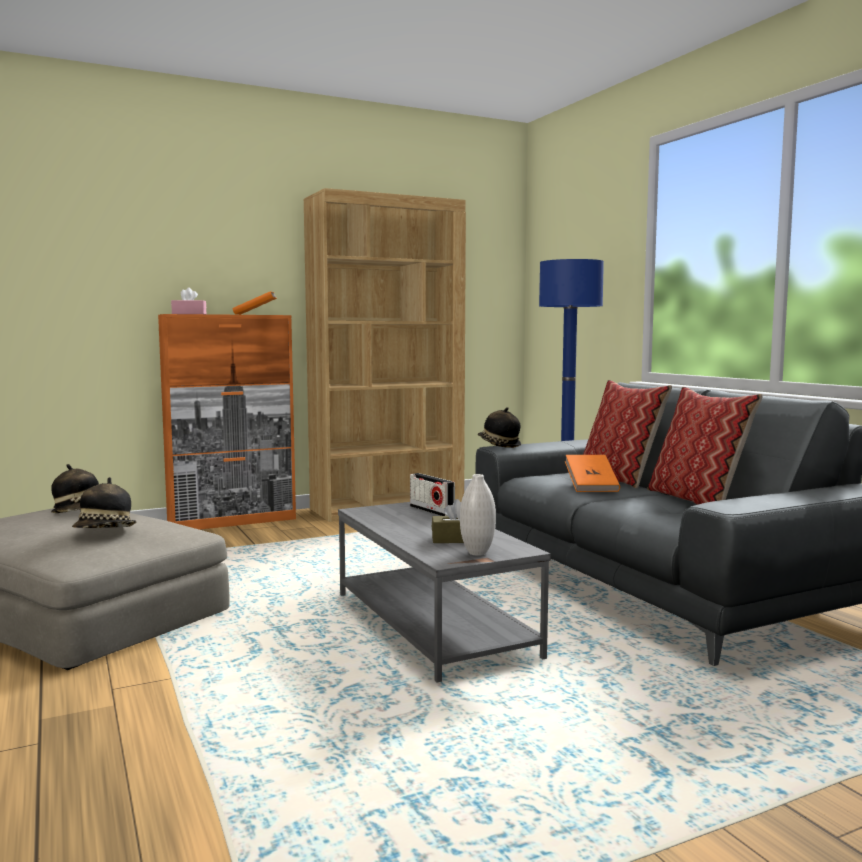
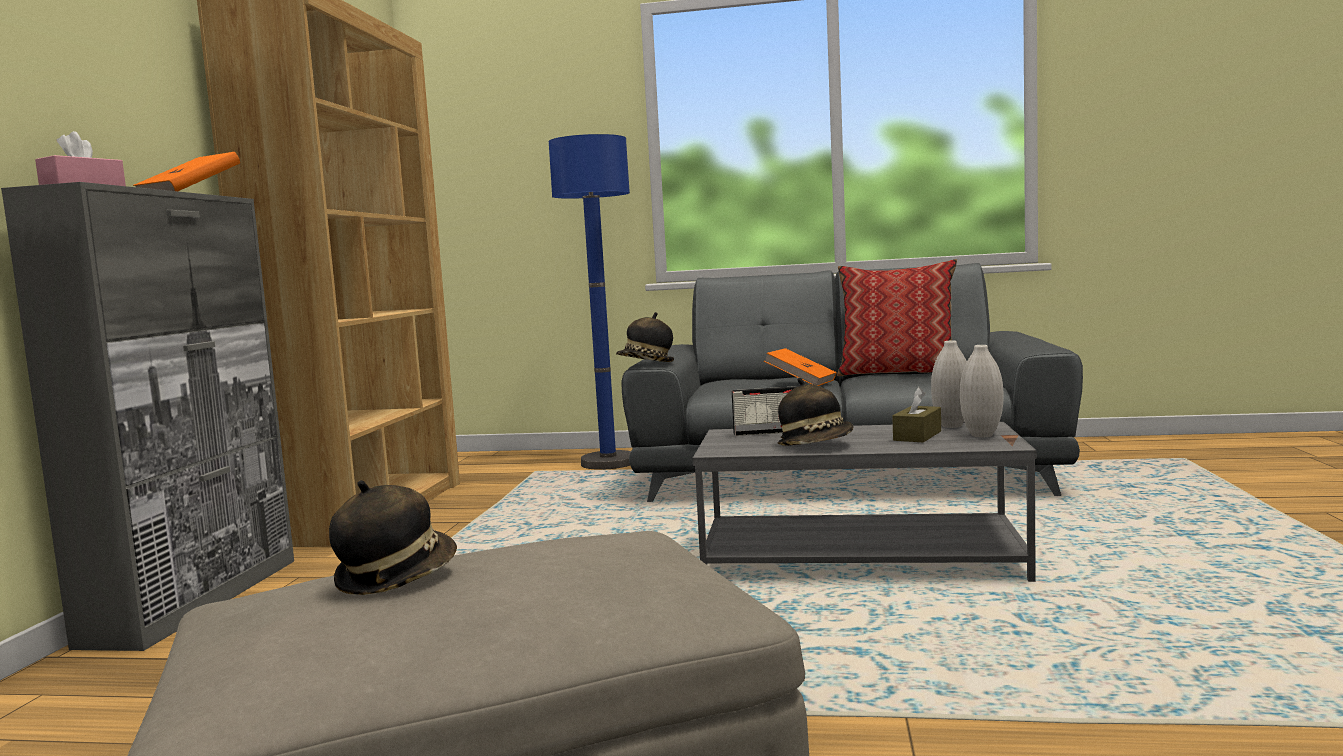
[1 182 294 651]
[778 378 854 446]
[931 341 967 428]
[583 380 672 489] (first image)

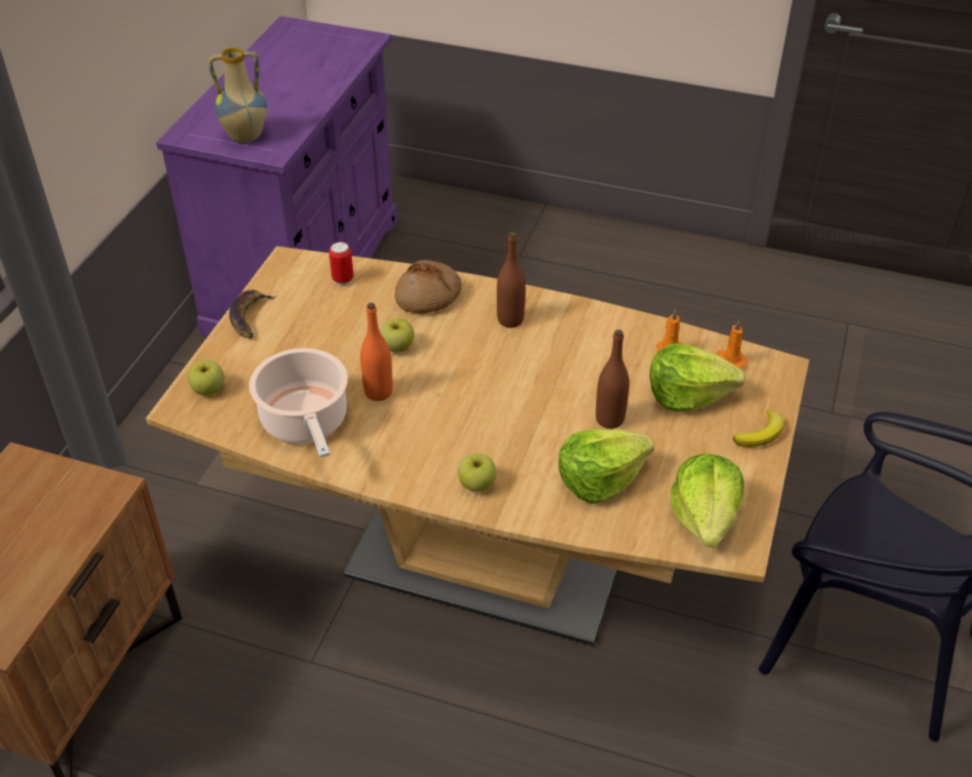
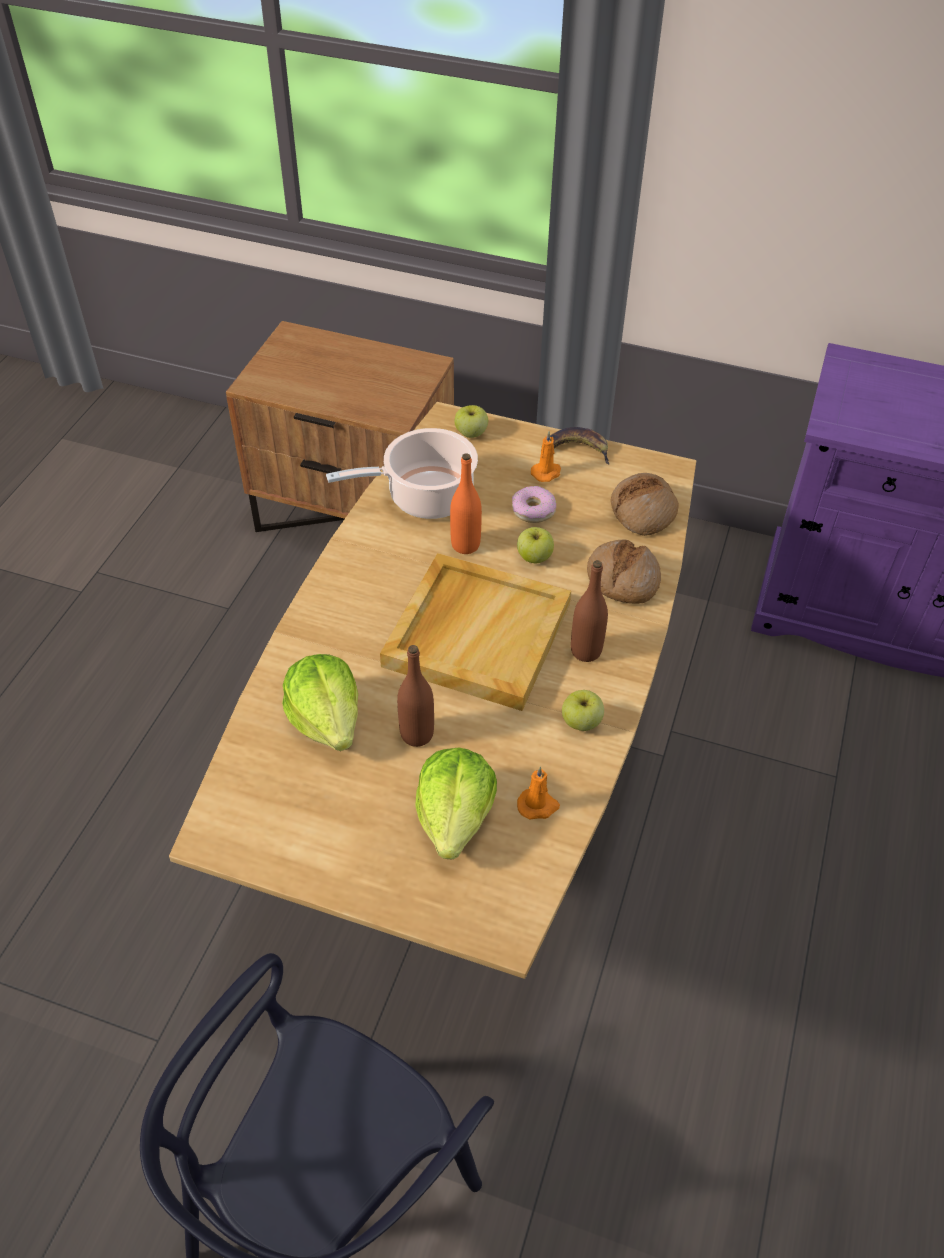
[380 553 571 711]
[512 486 556 523]
[531 431 561 482]
[562 690 604 731]
[611 473 679 536]
[208 48 267 143] (first image)
[670 454 744 547] (first image)
[733 410 784 447] (first image)

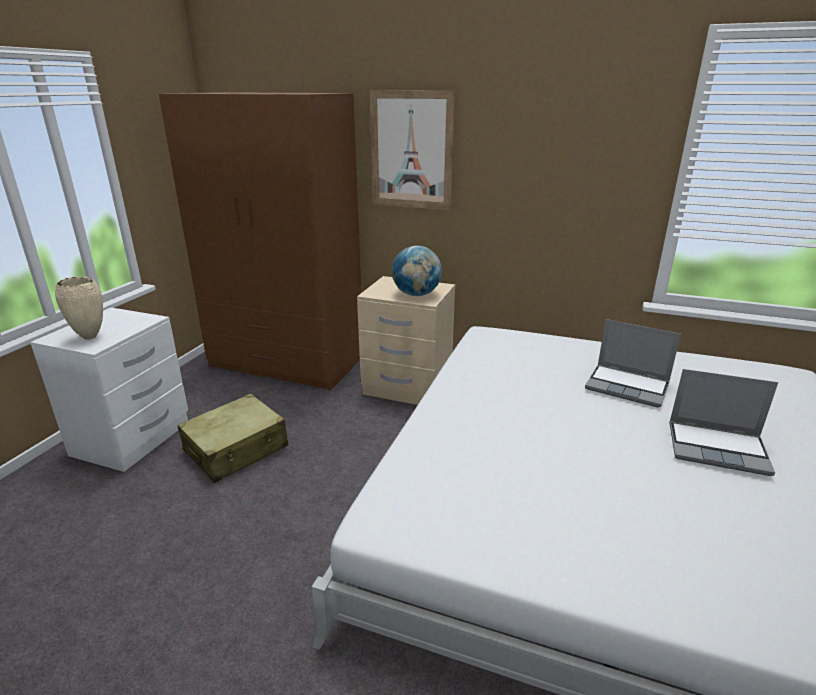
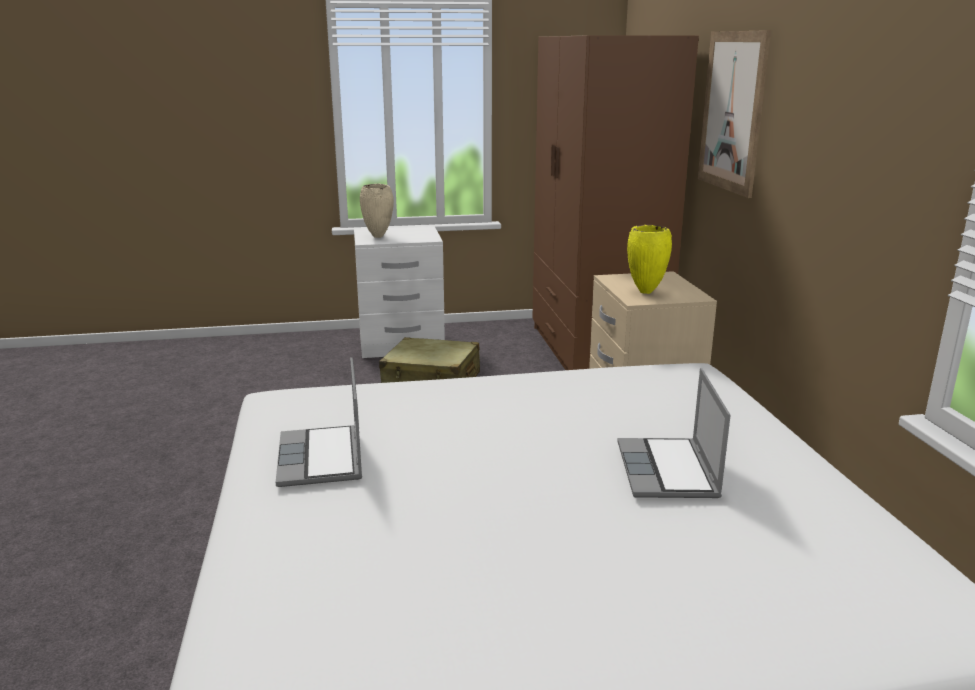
[276 357 362 487]
[627 225 672 294]

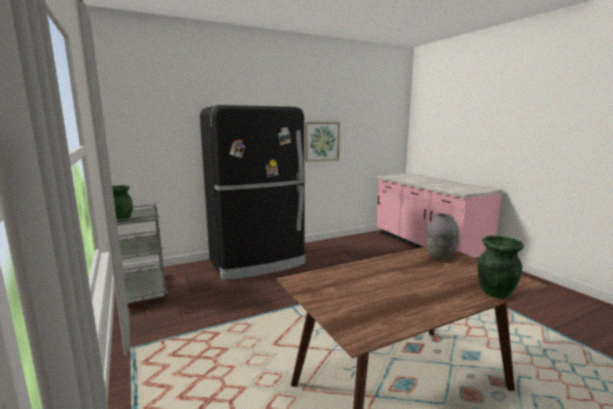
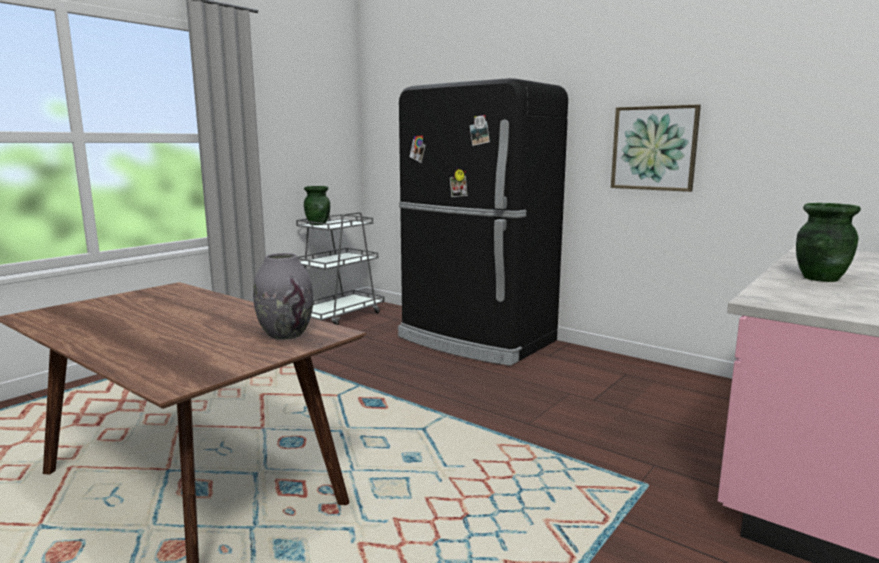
[796 203 861 282]

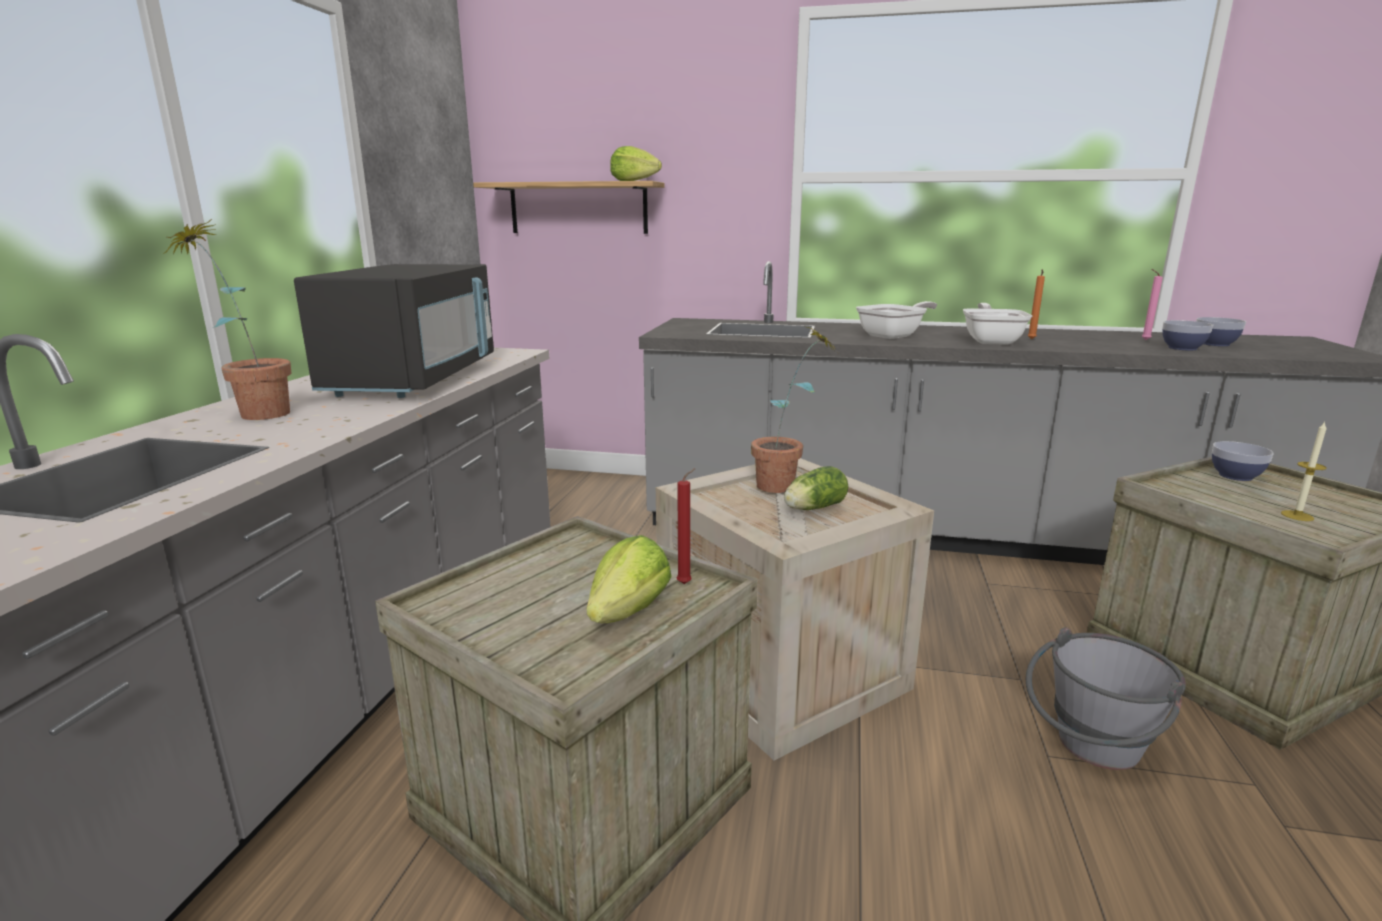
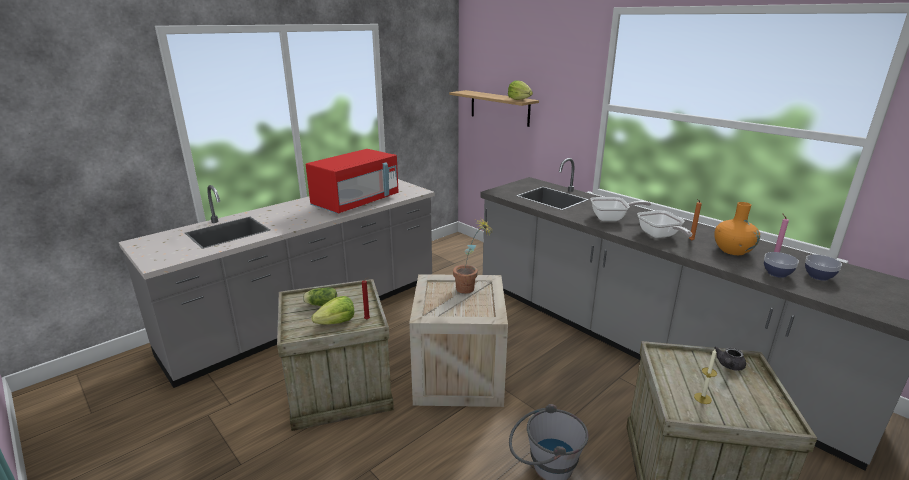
[303 287 337 306]
[306 149 399 213]
[637 210 692 238]
[714 202 760 255]
[714 347 746 371]
[163 219 291 420] (first image)

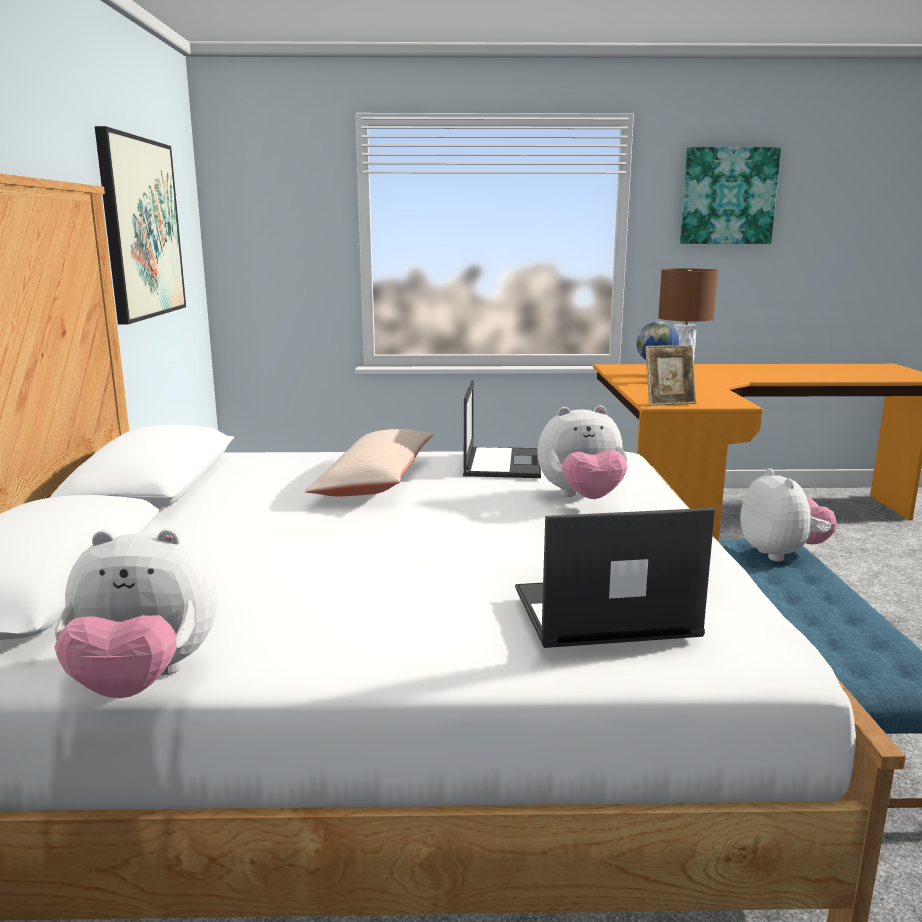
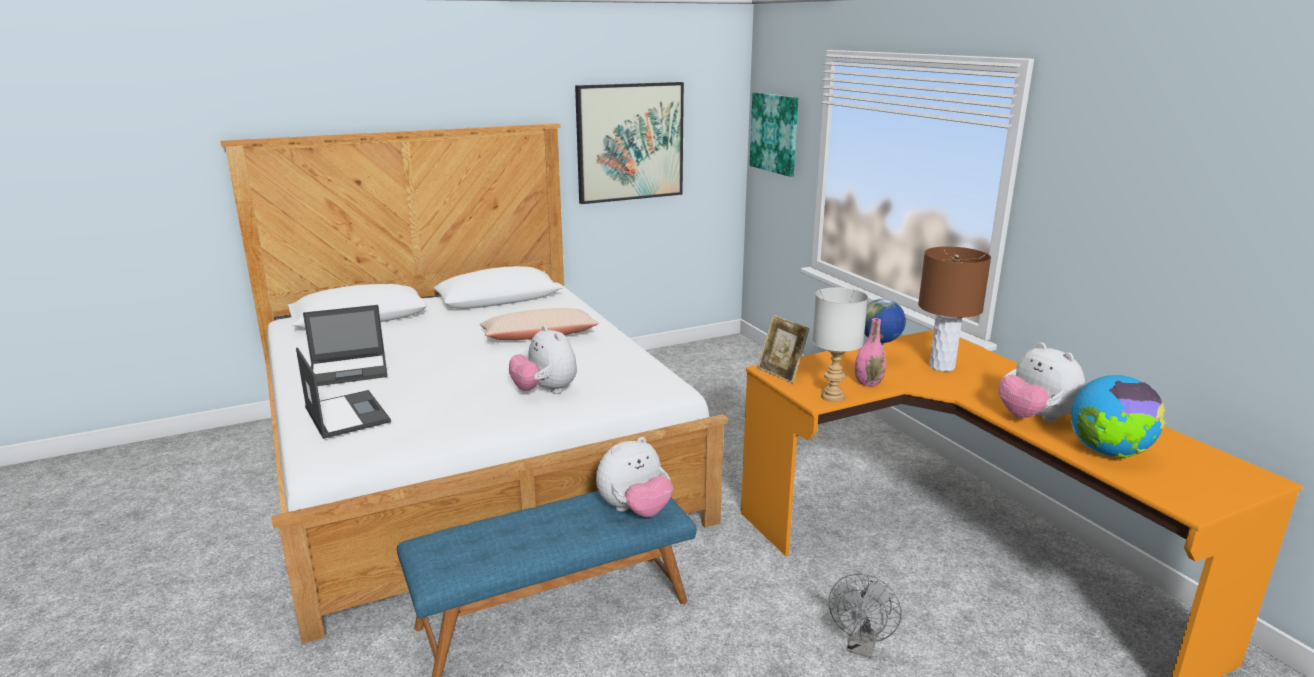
[303 305 388 386]
[749 92 798 177]
[812 287 868 402]
[829 574 902 658]
[855 318 886 387]
[998 342 1085 422]
[1071 375 1165 458]

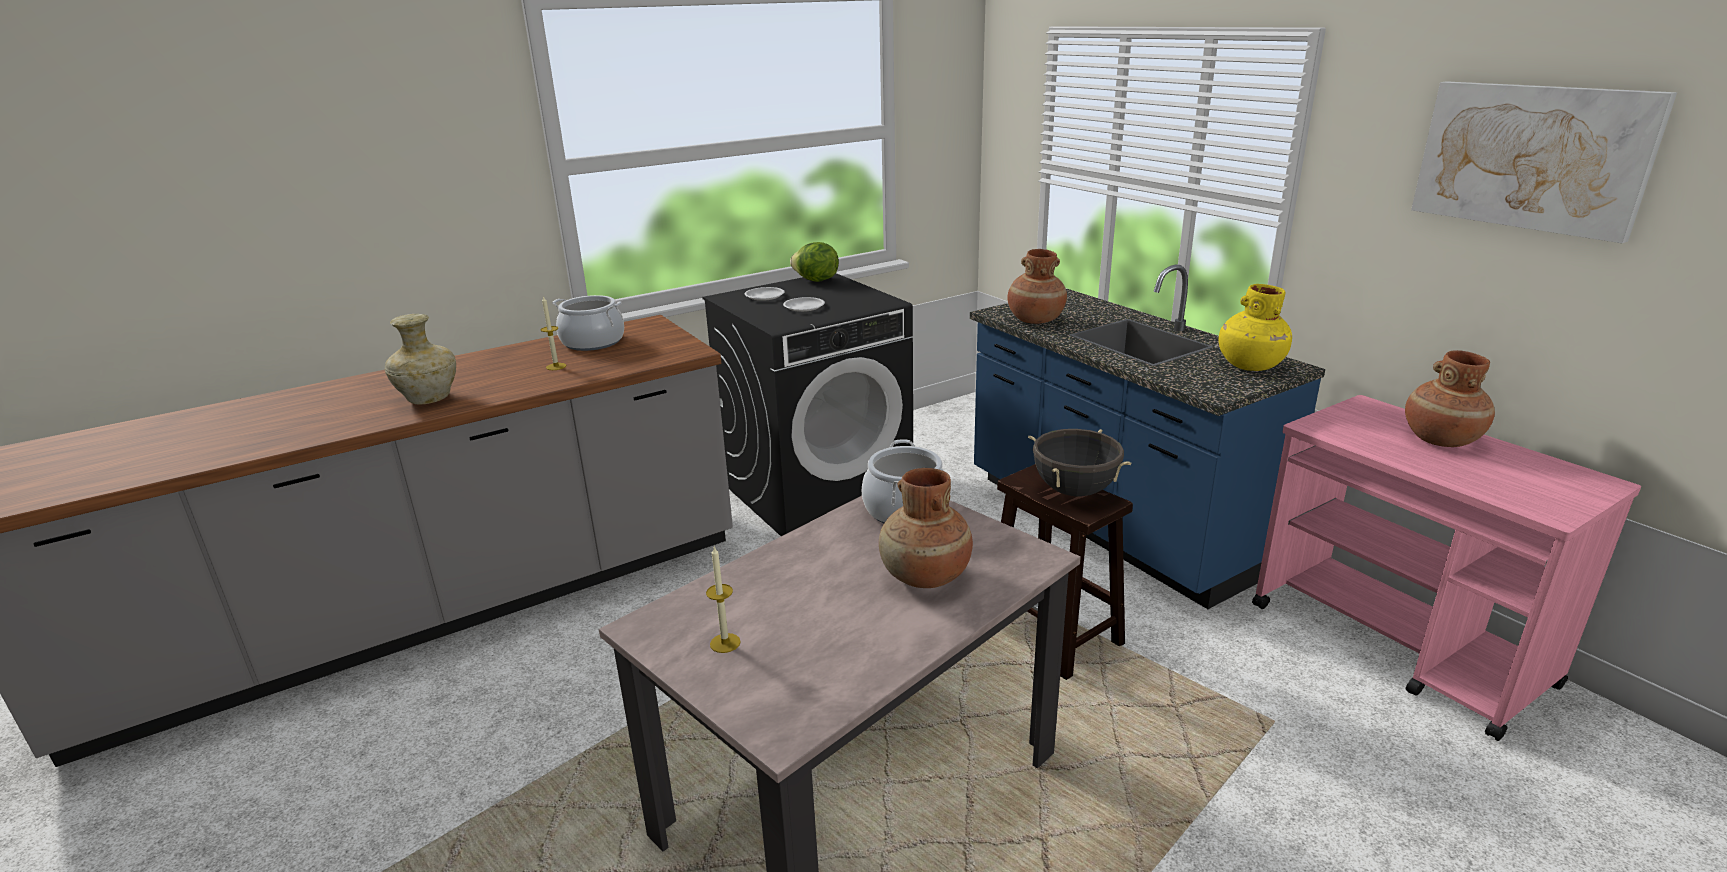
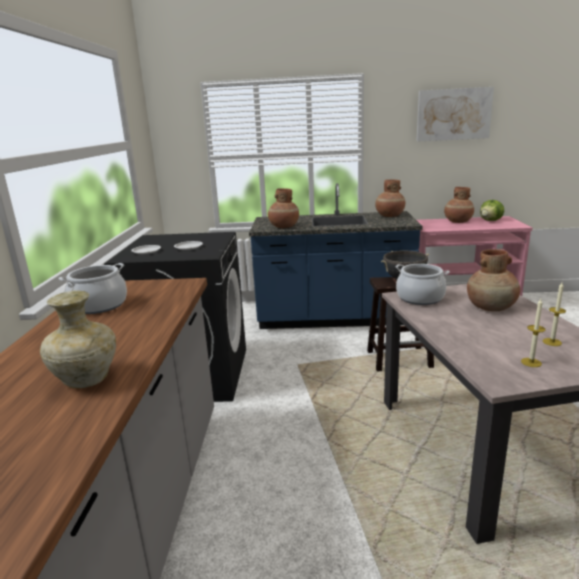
[375 179 405 217]
[480 200 504 221]
[543 283 566 346]

